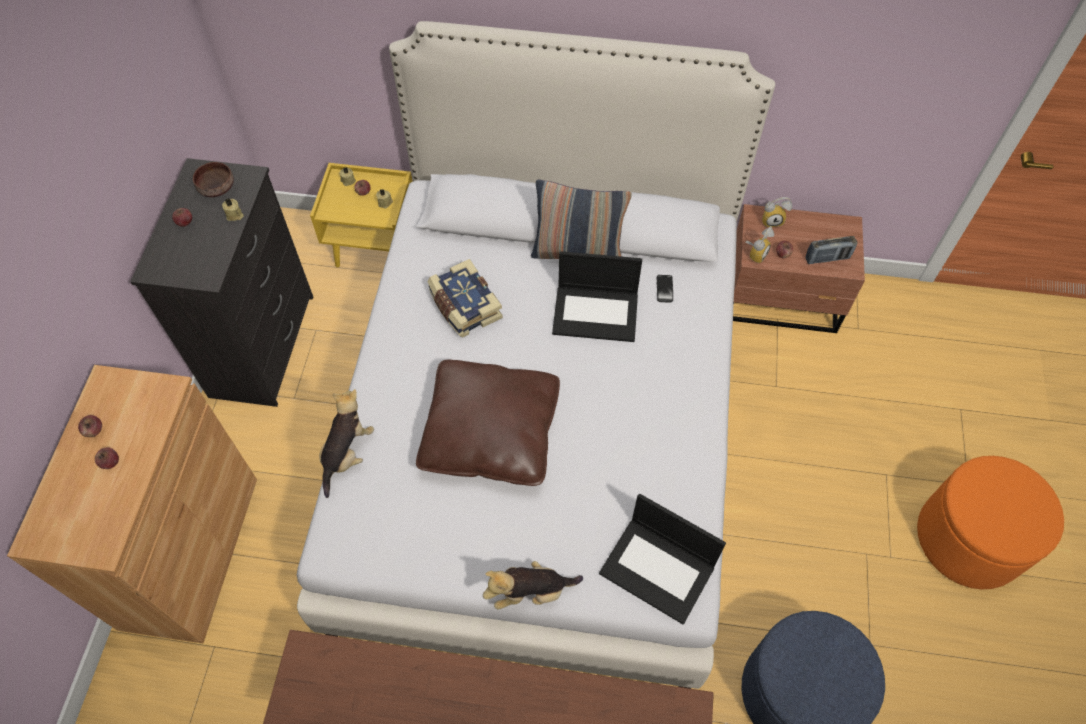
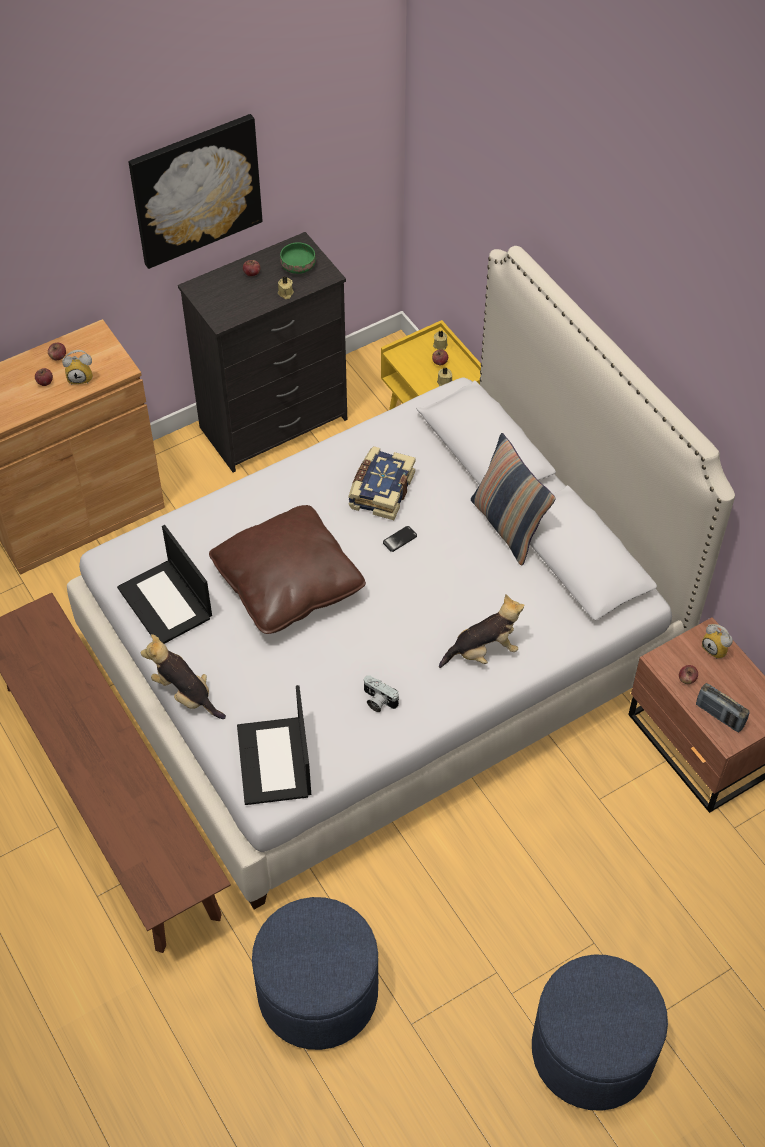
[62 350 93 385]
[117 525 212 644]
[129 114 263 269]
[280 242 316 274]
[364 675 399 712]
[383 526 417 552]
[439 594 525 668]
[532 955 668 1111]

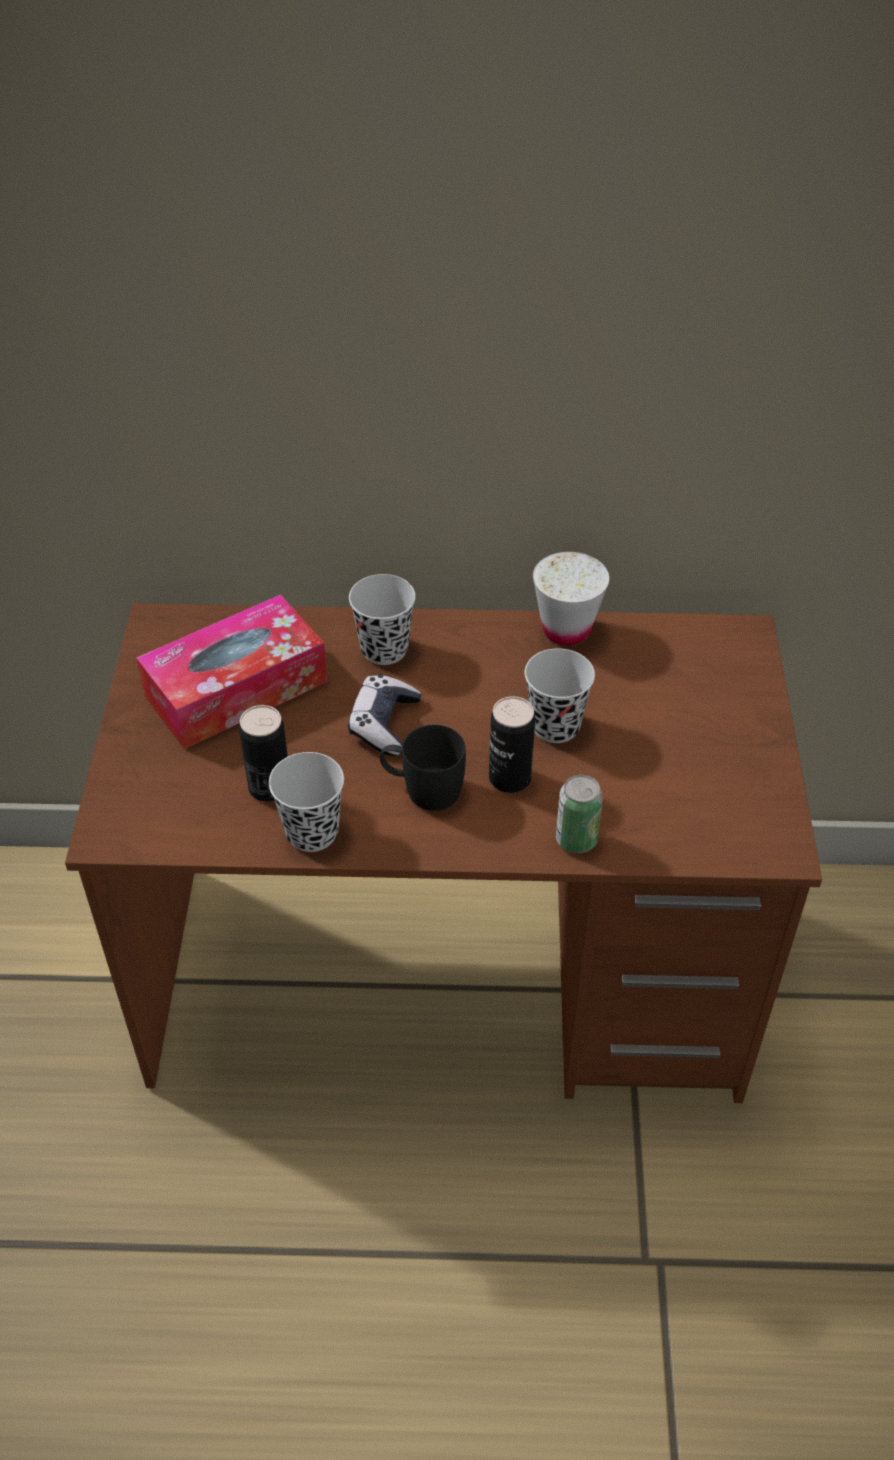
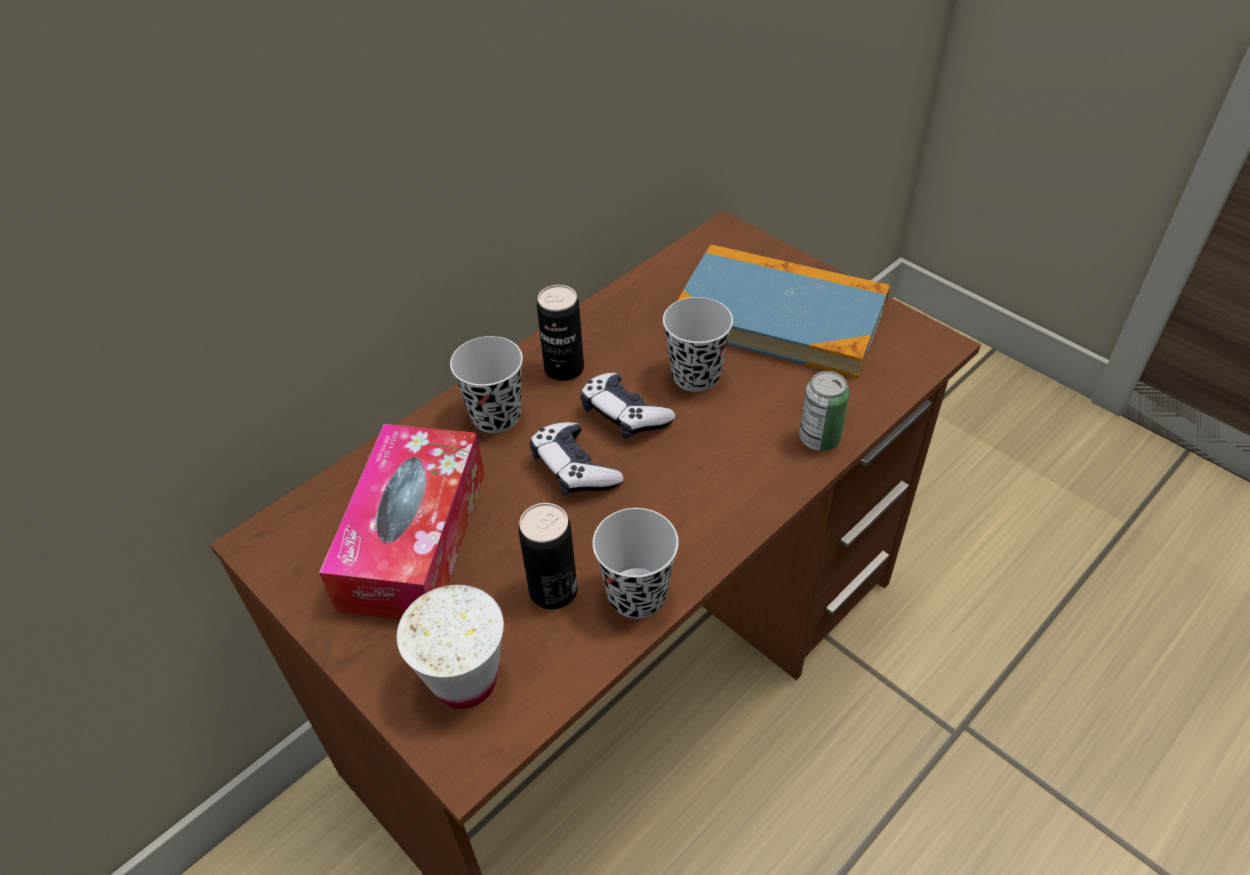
[397 585 504 708]
[537 285 584 381]
[580 373 676 439]
[677 244 890 378]
[380 725 466 811] (first image)

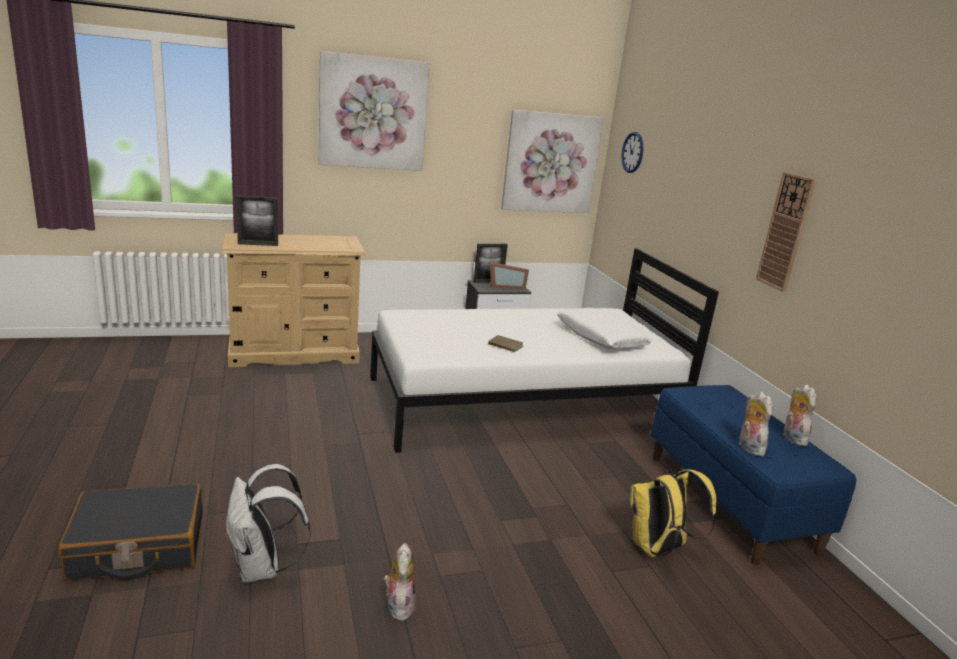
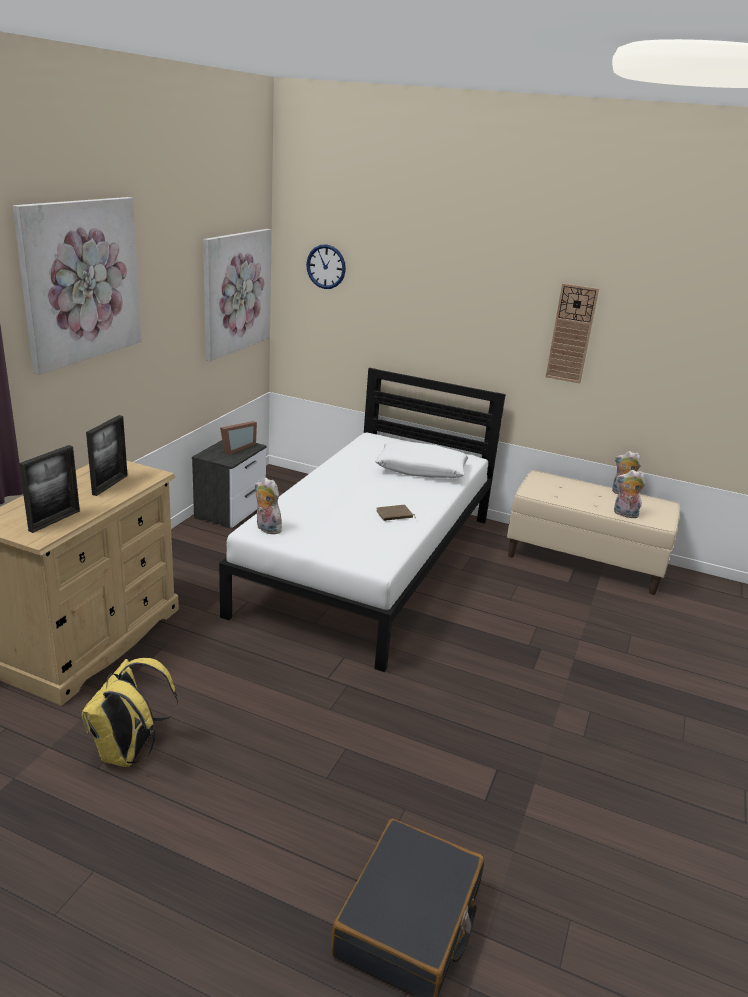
[82 658 178 767]
[86 415 128 496]
[255 478 282 535]
[507 470 680 595]
[225 464 311 583] (first image)

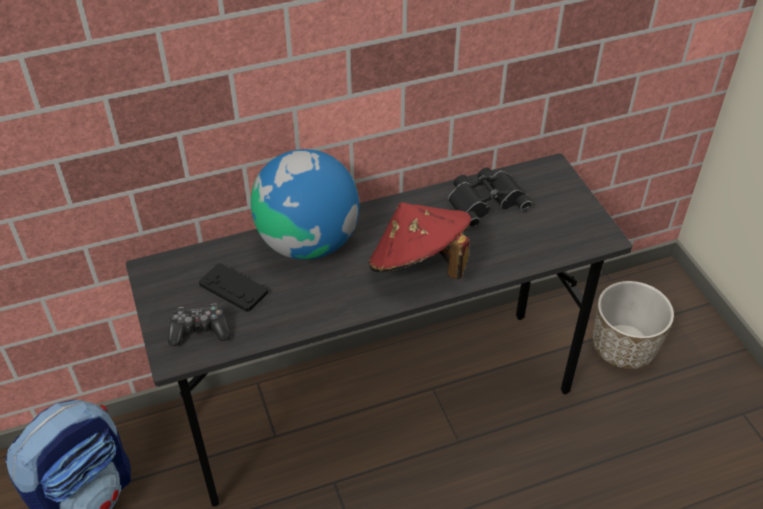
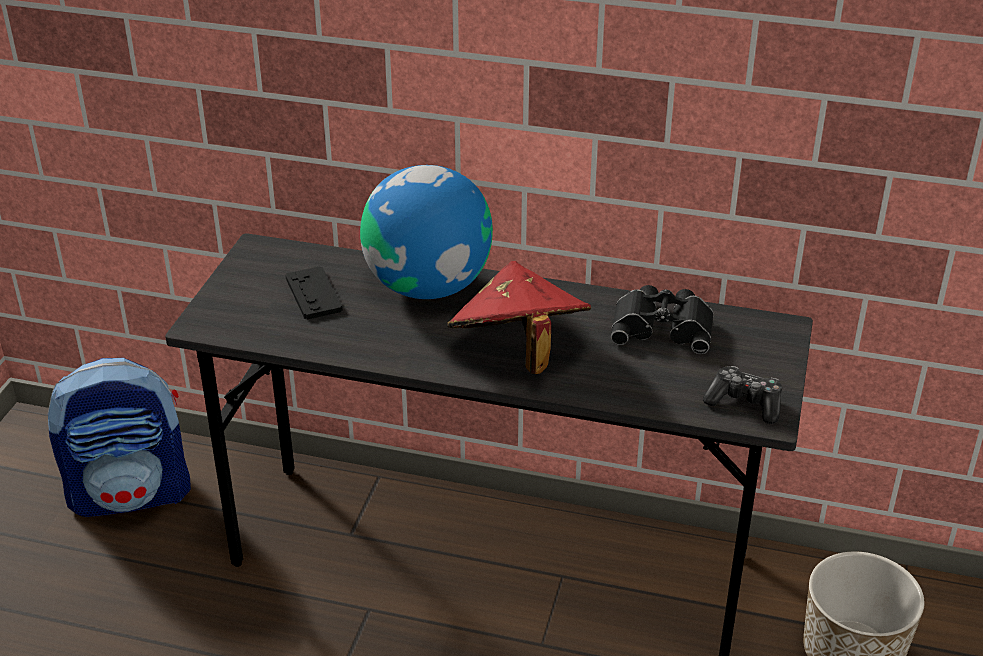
[703 366 782 424]

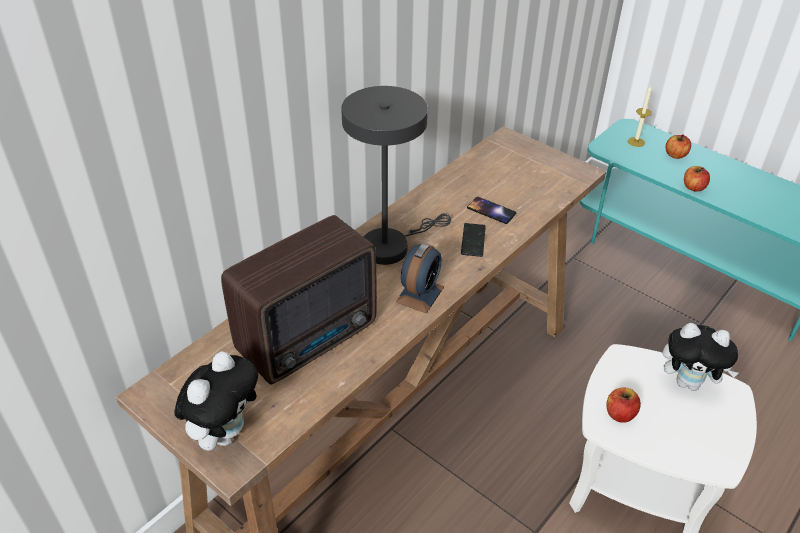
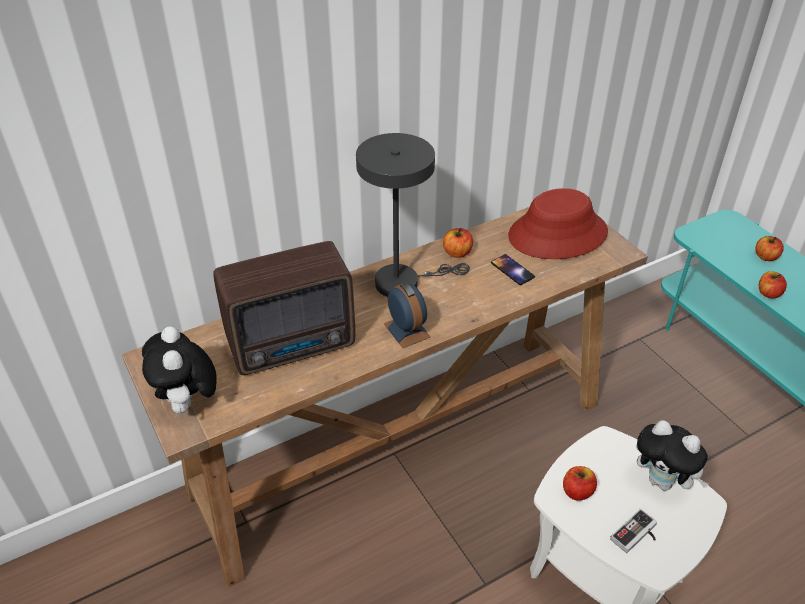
[142 326 217 416]
[384 283 431 348]
[443 228 473 258]
[508 188 608 259]
[610 509 657 553]
[461 223 486 257] (first image)
[628 86 652 147] (first image)

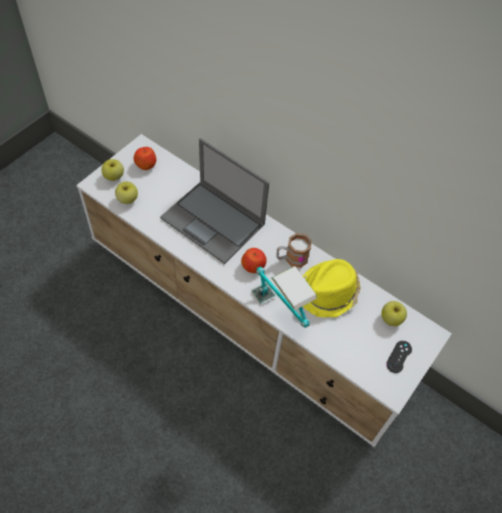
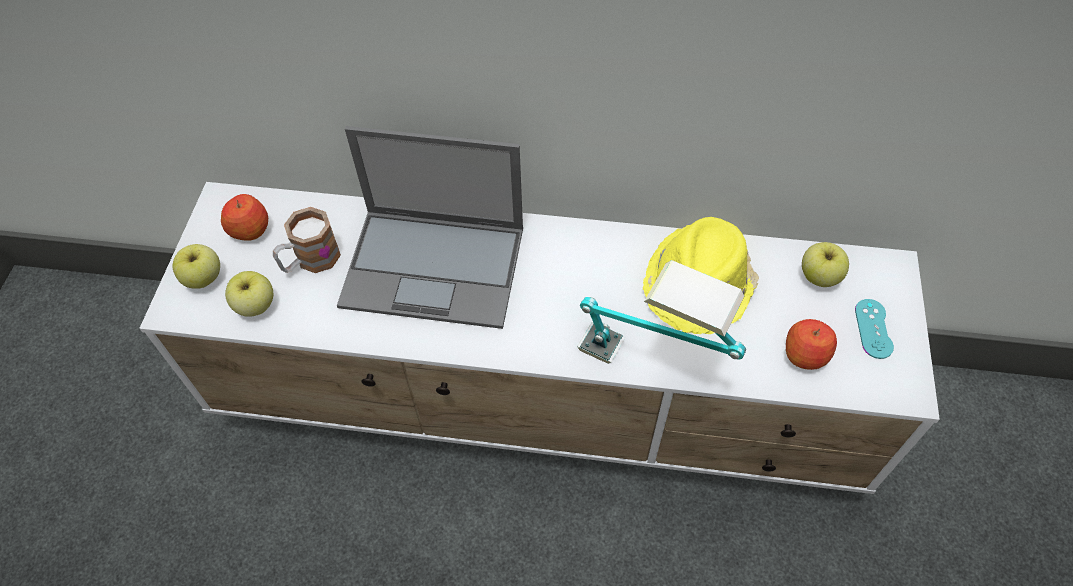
[273 207 341 273]
[786 319 837 370]
[855 299 894 359]

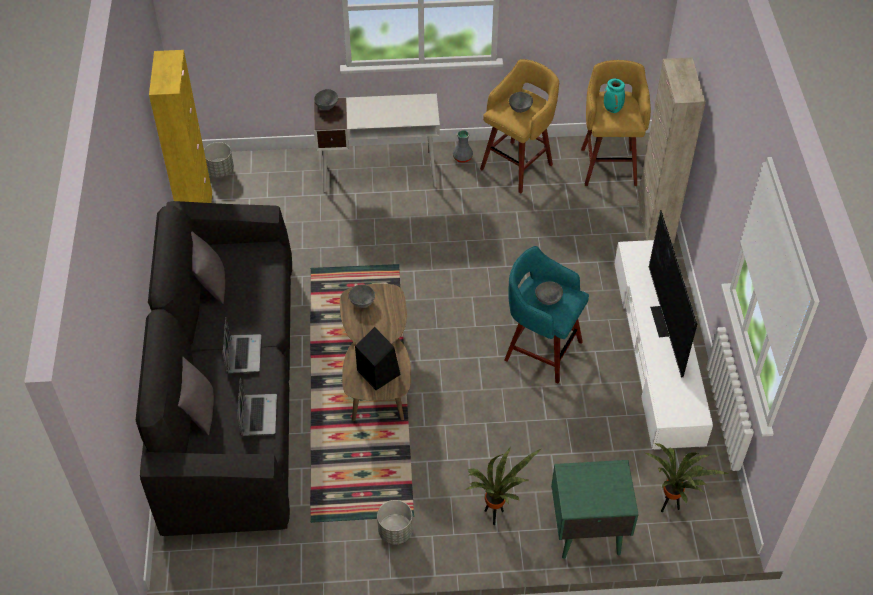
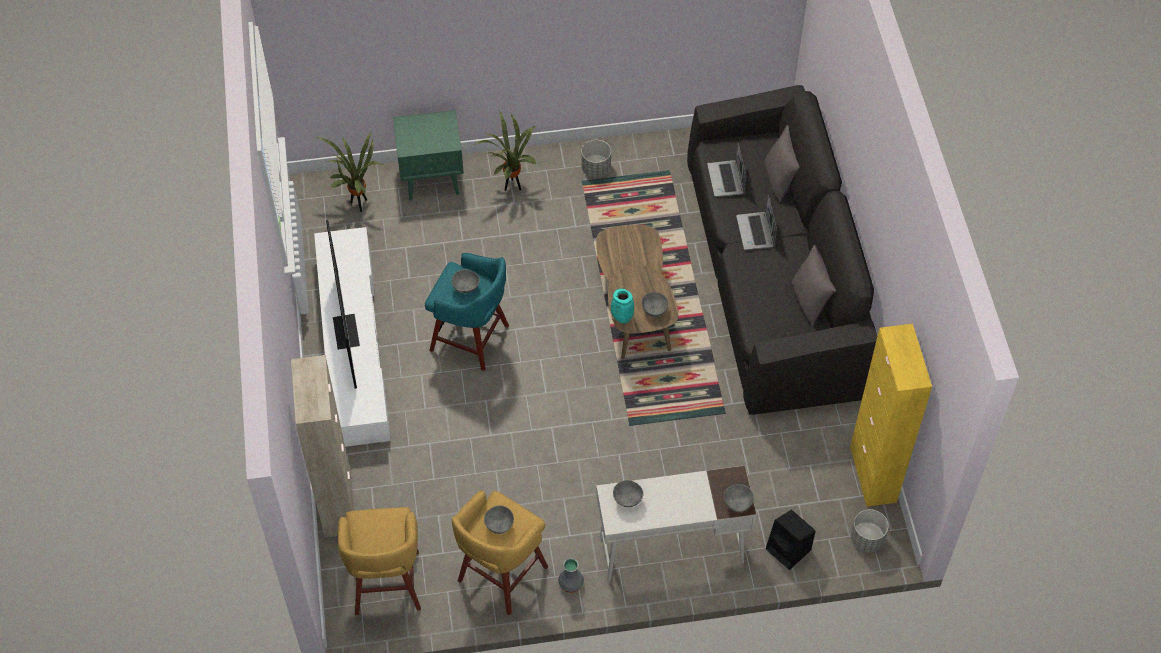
[611 289 634 324]
[613 480 643 507]
[766 510 816 570]

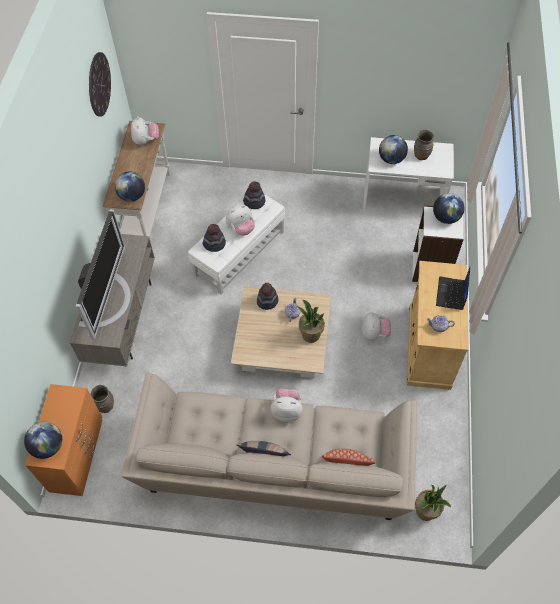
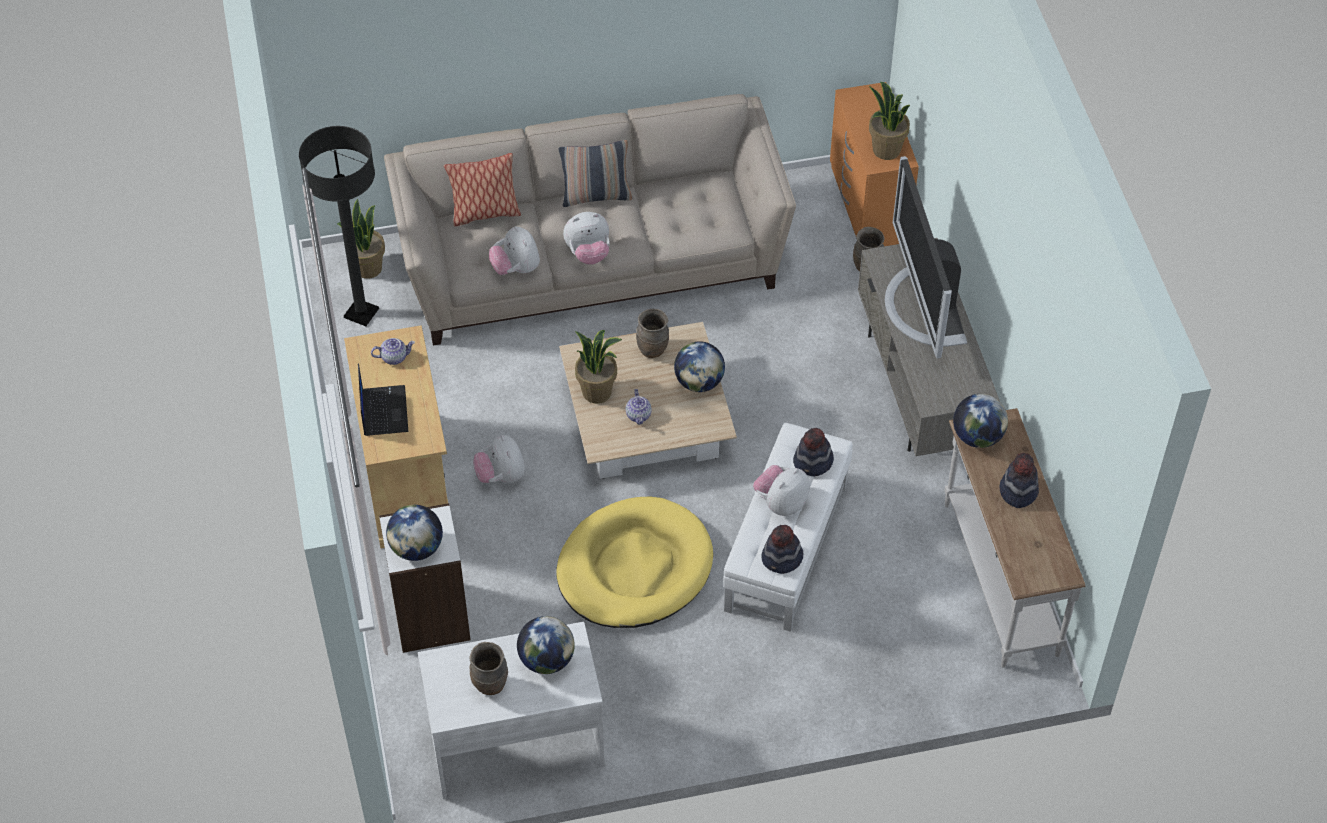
[299 126 379 326]
[489 226 540 275]
[556 496 713 628]
[636 309 669 358]
[674 341 725 392]
[869 82 910 160]
[1000 453 1039 508]
[89 52 111 117] (first image)

